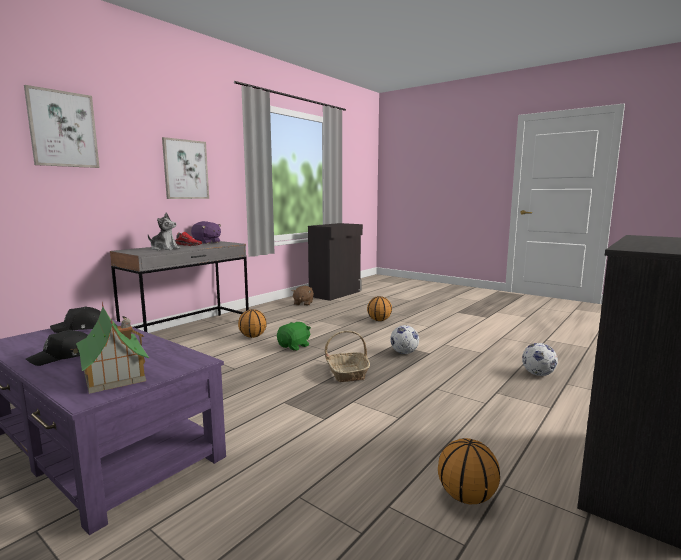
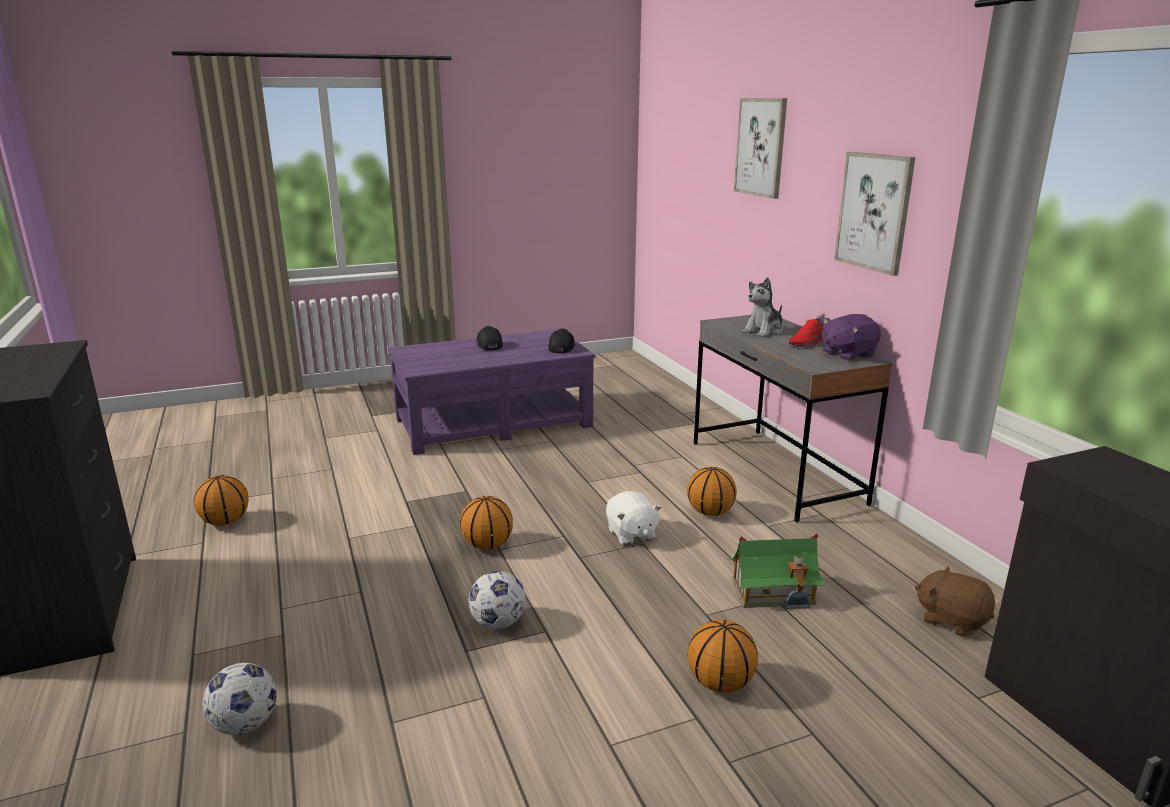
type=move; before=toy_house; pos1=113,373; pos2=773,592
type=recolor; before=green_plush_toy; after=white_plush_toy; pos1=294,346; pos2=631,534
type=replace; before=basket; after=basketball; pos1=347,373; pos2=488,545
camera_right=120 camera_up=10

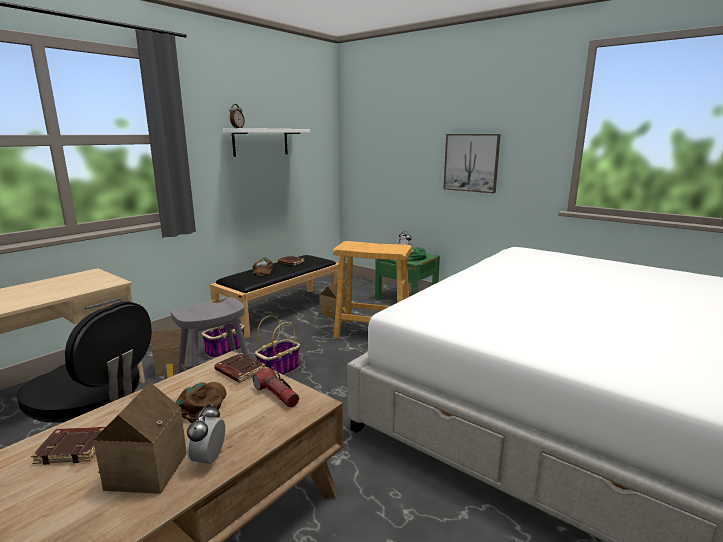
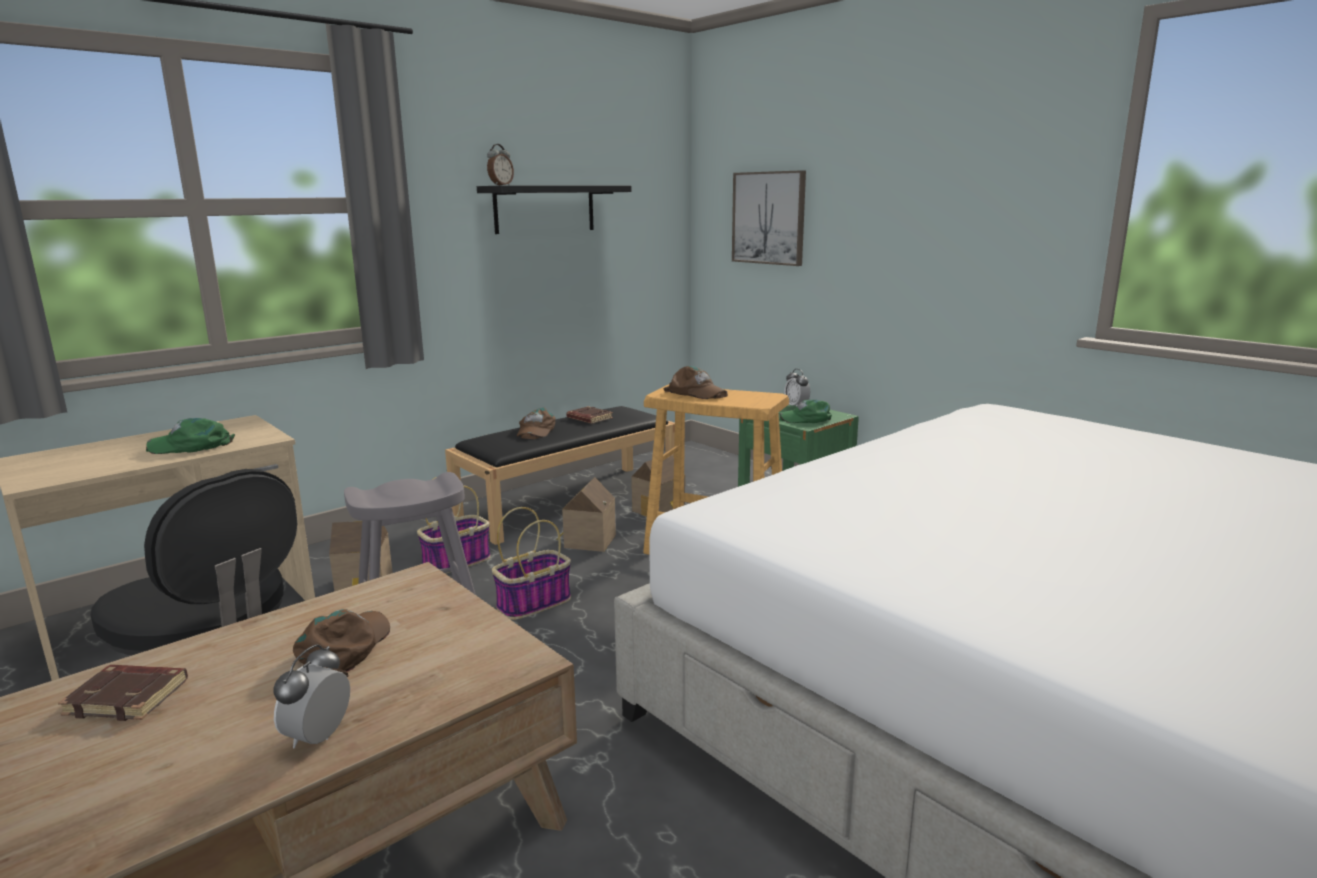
type=recolor; before=white_shelf; after=black_shelf; pos1=260,142; pos2=545,209
type=move; before=picture; pos1=471,162; pos2=769,218
type=delete; before=brown_book; pos1=239,371
type=delete; before=flashlight; pos1=276,394
type=move; before=toy_house; pos1=143,471; pos2=587,541
type=insert; after=brown_cap; pos2=696,392
type=insert; after=green_cap; pos2=191,446
camera_right=10 camera_up=0

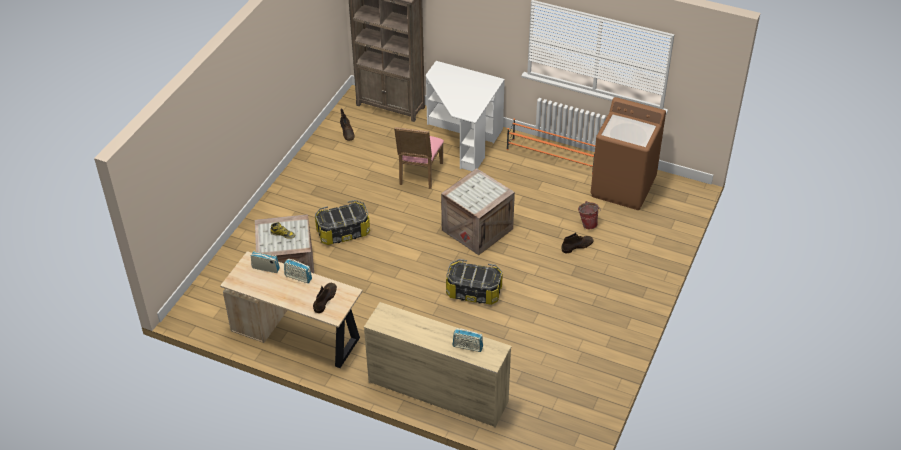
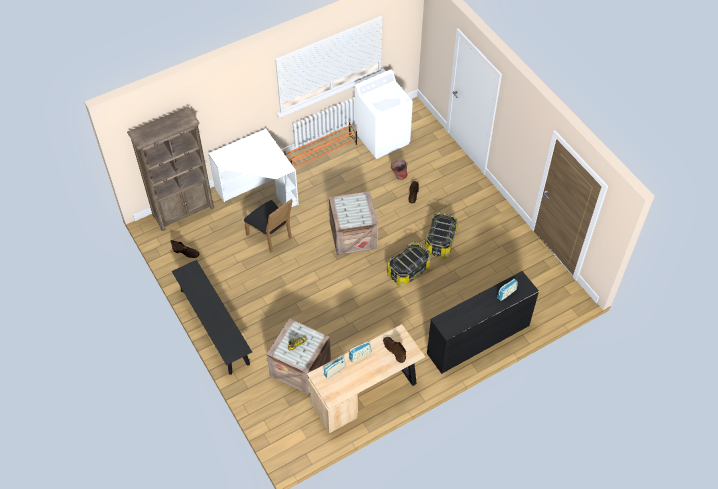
type=recolor; before=brown_washing_machine; after=white_washing_machine; pos1=623,187; pos2=382,138
type=recolor; before=pink_chair; after=black_chair; pos1=418,175; pos2=271,236
type=move; before=storage_box; pos1=343,232; pos2=440,241
type=recolor; before=beige_dresser; after=black_dresser; pos1=438,391; pos2=477,339
type=insert; after=black_bench; pos2=214,326
camera_right=-55 camera_up=10

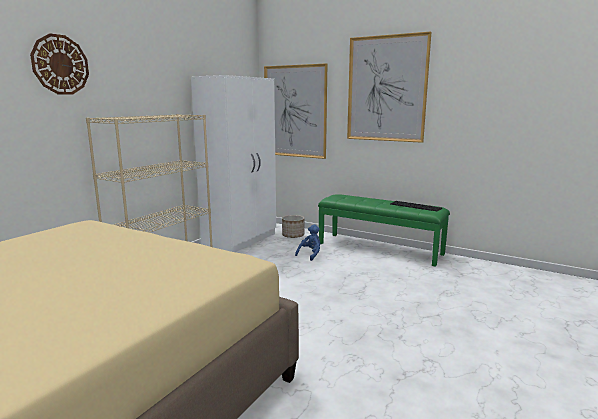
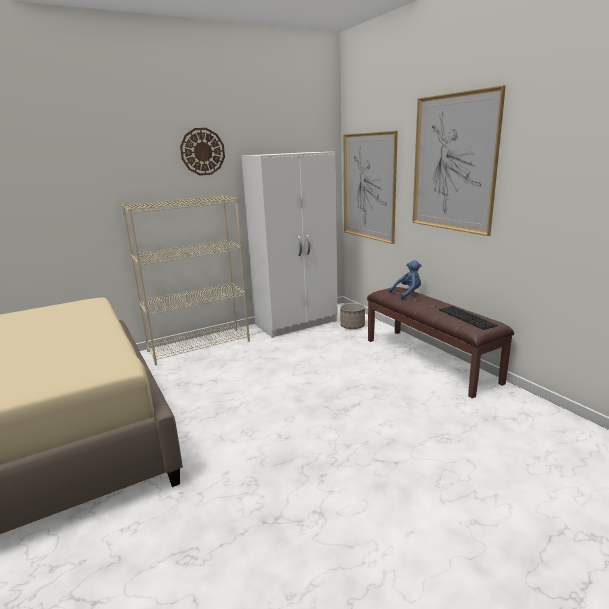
type=move; before=wall_clock; pos1=60,65; pos2=202,151
type=recolor; before=green_bench; after=brown_bench; pos1=380,248; pos2=430,360
type=move; before=blue_plush_toy; pos1=310,254; pos2=407,294
camera_right=30 camera_up=5

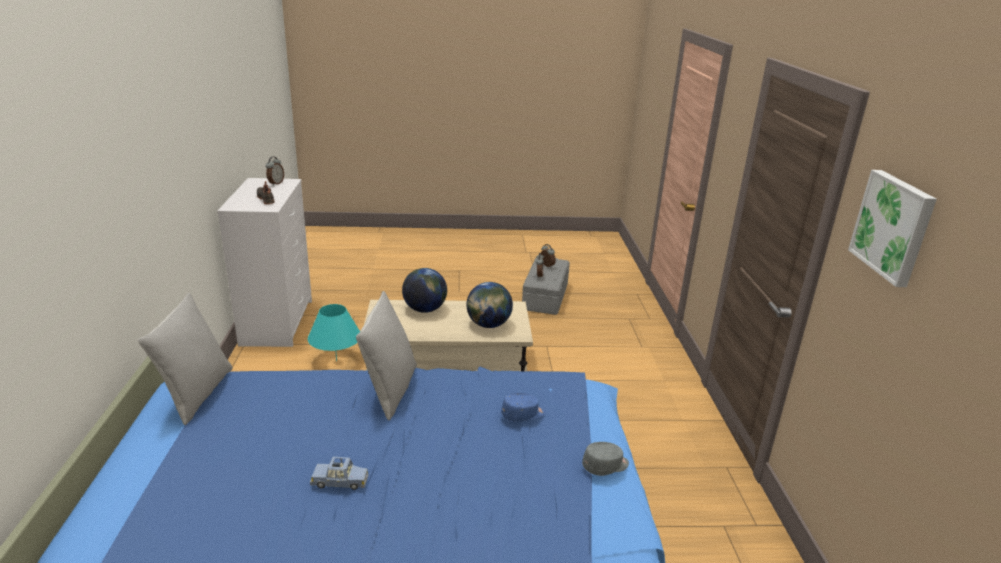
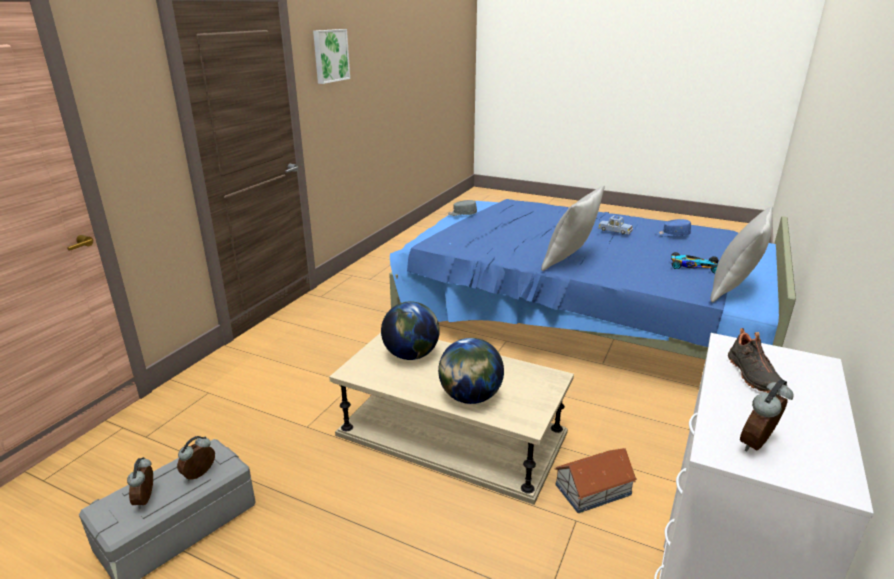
type=replace; before=turquoise_table_lamp; after=toy_house; pos1=336,361; pos2=594,489
type=move; before=blue_cap; pos1=523,415; pos2=673,234
type=insert; after=toy_car; pos2=692,266
camera_right=-150 camera_up=0

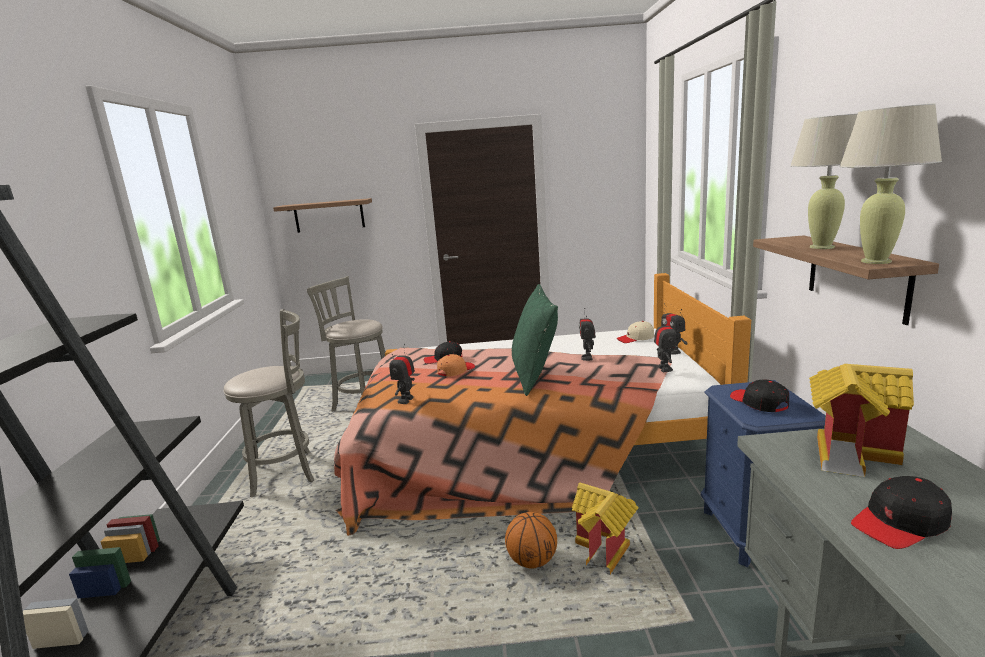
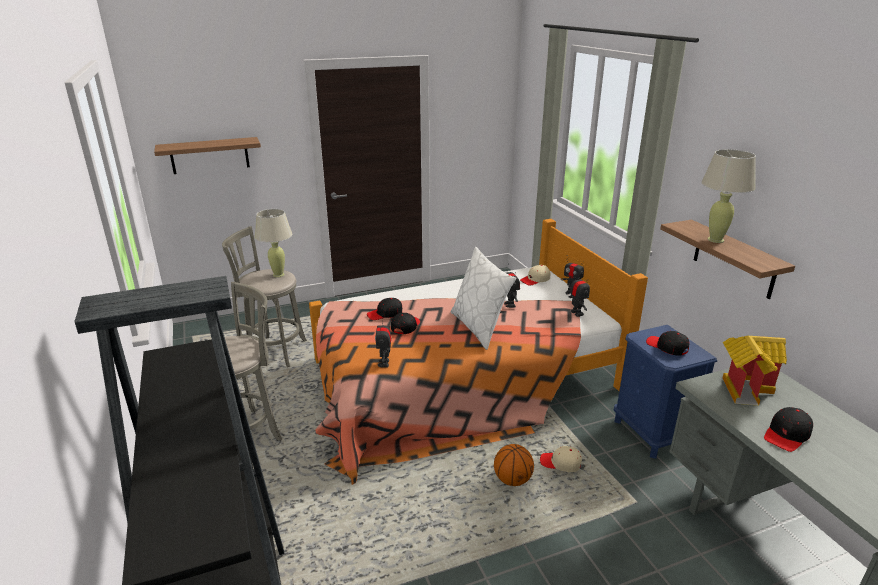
type=move; before=beige_table_lamp; pos1=875,261; pos2=278,275
type=recolor; before=green_pillow; after=white_pillow; pos1=535,375; pos2=479,327
type=recolor; before=orange_cap; after=black_cap; pos1=455,371; pos2=405,326
type=replace; before=toy_house; after=beige_cap; pos1=605,551; pos2=560,463
camera_right=-20 camera_up=10

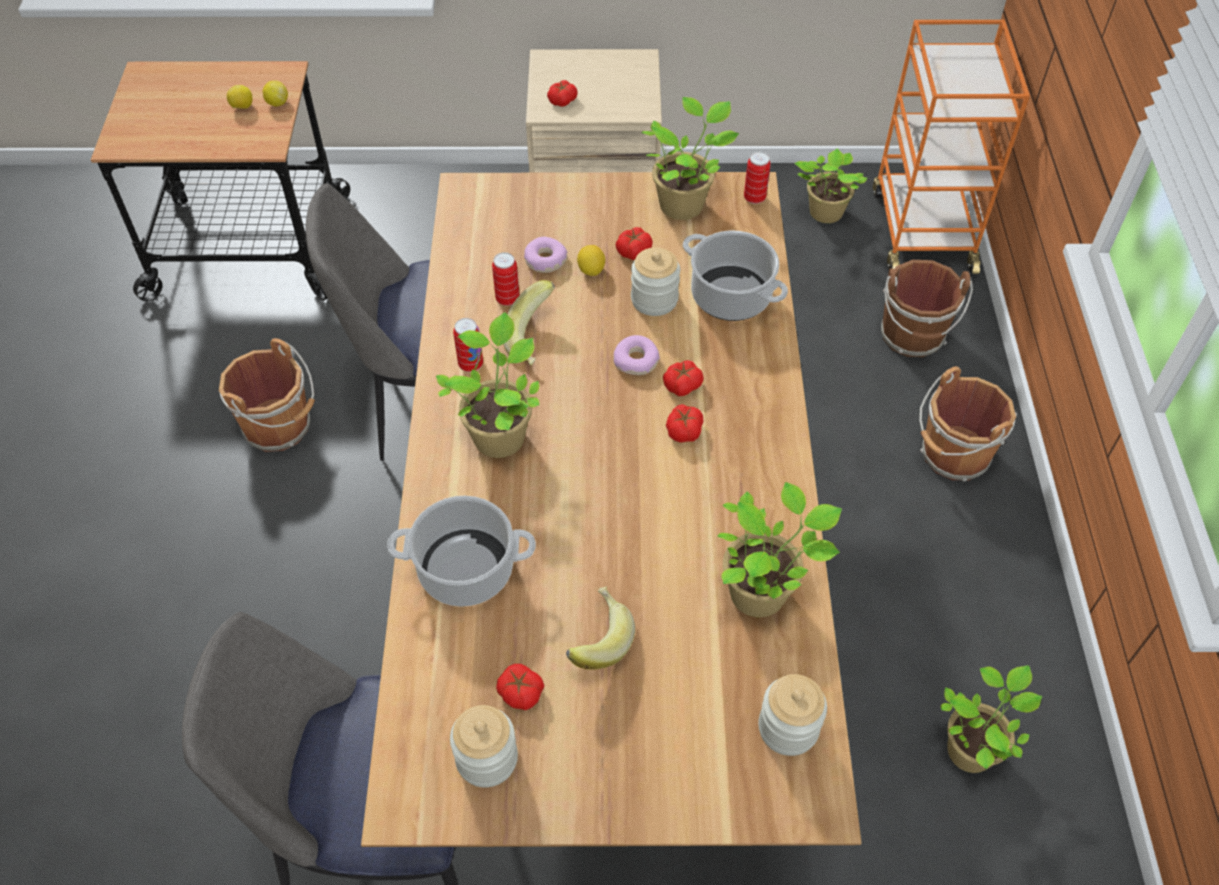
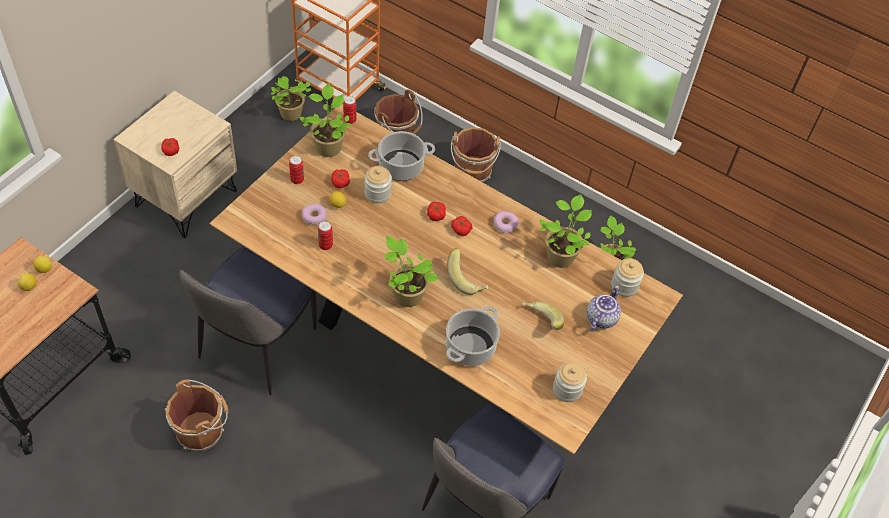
type=move; before=banana; pos1=535,339; pos2=467,279
type=move; before=can; pos1=471,364; pos2=297,180
type=move; before=donut; pos1=636,361; pos2=505,224
type=delete; before=tomato; pos1=520,693
type=insert; after=teapot; pos2=600,318
camera_right=-60 camera_up=0

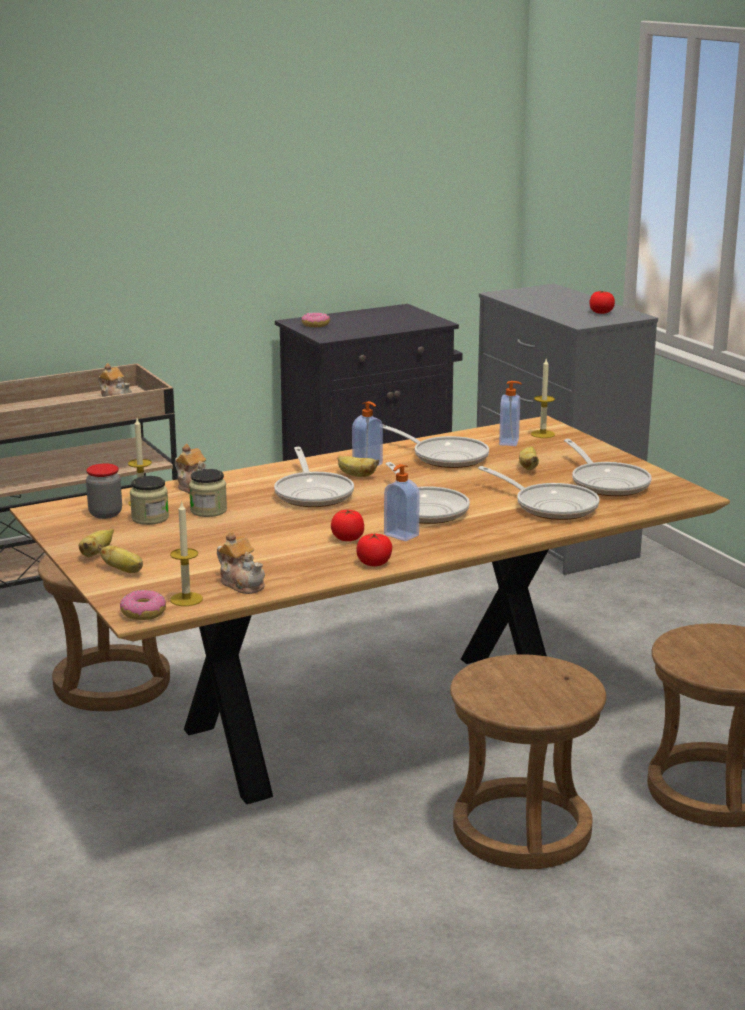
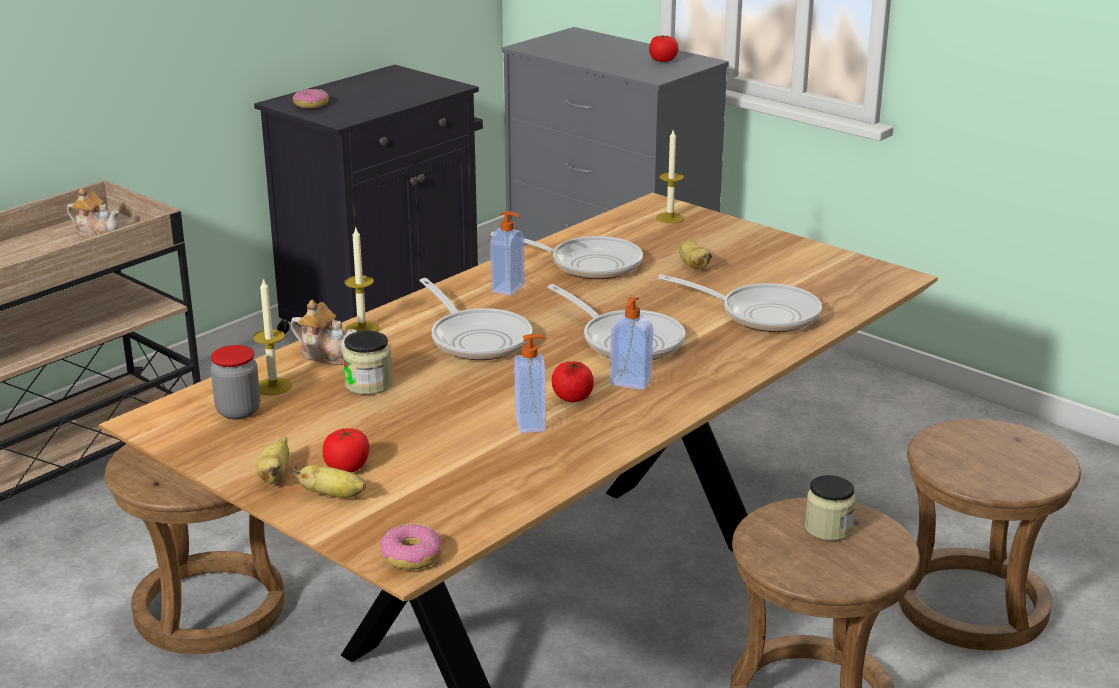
type=move; before=soap_dispenser; pos1=510,442; pos2=531,423
type=delete; before=frying_pan; pos1=607,483
type=delete; before=banana; pos1=355,475
type=move; before=jar; pos1=150,518; pos2=828,528
type=move; before=candle; pos1=186,599; pos2=362,329
type=delete; before=teapot; pos1=242,583
type=move; before=tomato; pos1=374,563; pos2=347,467
camera_right=-20 camera_up=5

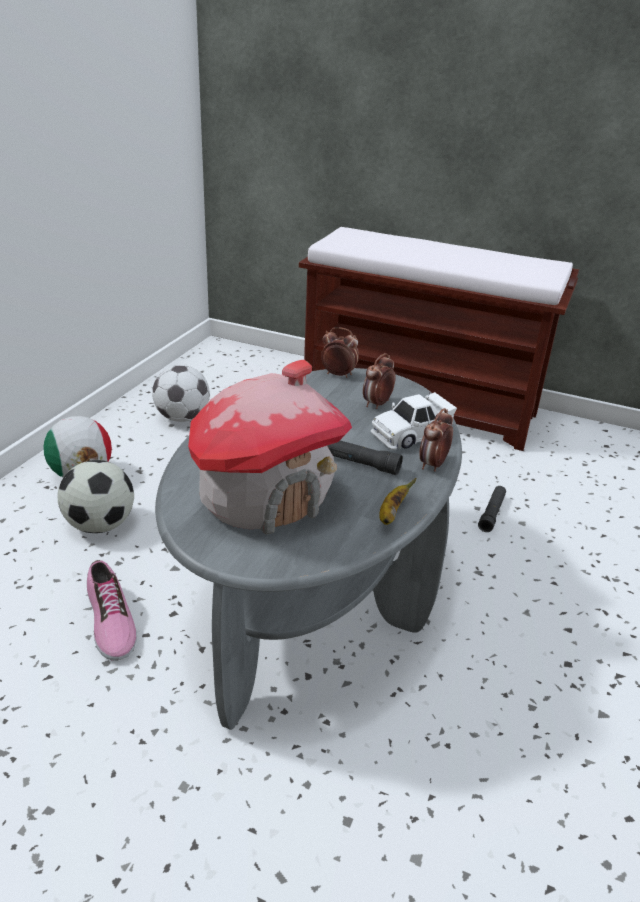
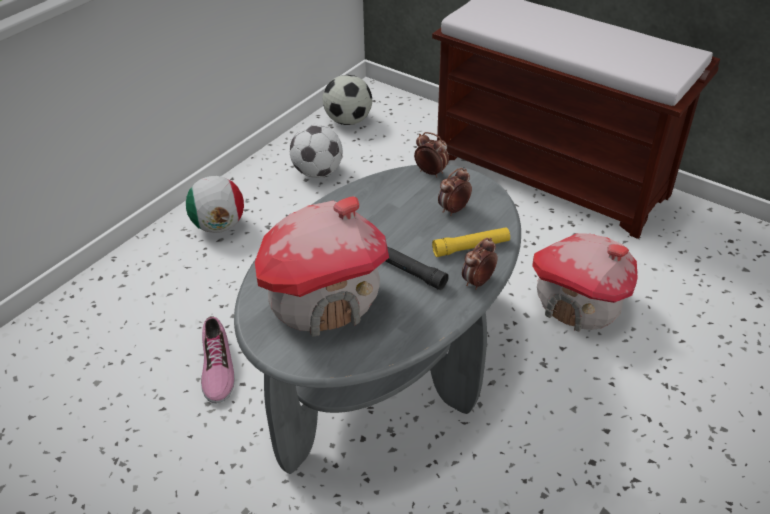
type=replace; before=white_toy_car; after=yellow_flashlight; pos1=411,435; pos2=471,247
type=move; before=football; pos1=100,524; pos2=348,120
type=delete; before=banana; pos1=391,514
type=replace; before=black_flashlight; after=toy_house; pos1=492,513; pos2=579,305
camera_right=15 camera_up=10

